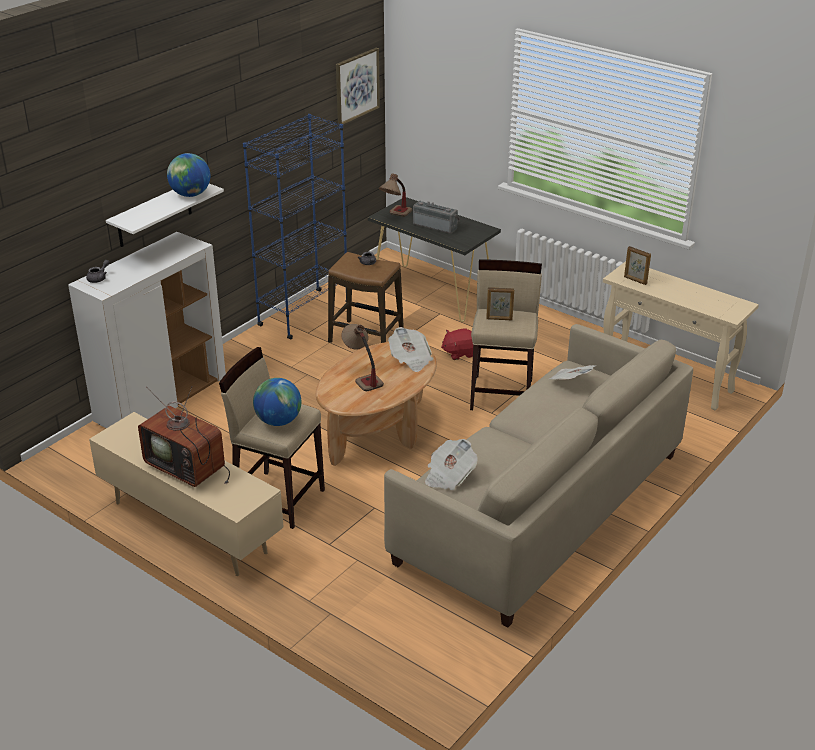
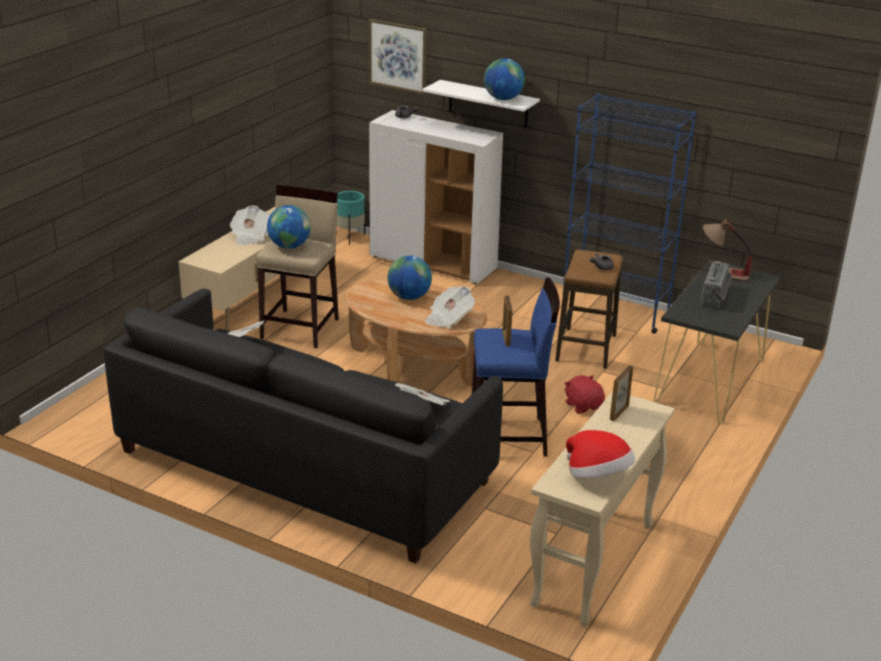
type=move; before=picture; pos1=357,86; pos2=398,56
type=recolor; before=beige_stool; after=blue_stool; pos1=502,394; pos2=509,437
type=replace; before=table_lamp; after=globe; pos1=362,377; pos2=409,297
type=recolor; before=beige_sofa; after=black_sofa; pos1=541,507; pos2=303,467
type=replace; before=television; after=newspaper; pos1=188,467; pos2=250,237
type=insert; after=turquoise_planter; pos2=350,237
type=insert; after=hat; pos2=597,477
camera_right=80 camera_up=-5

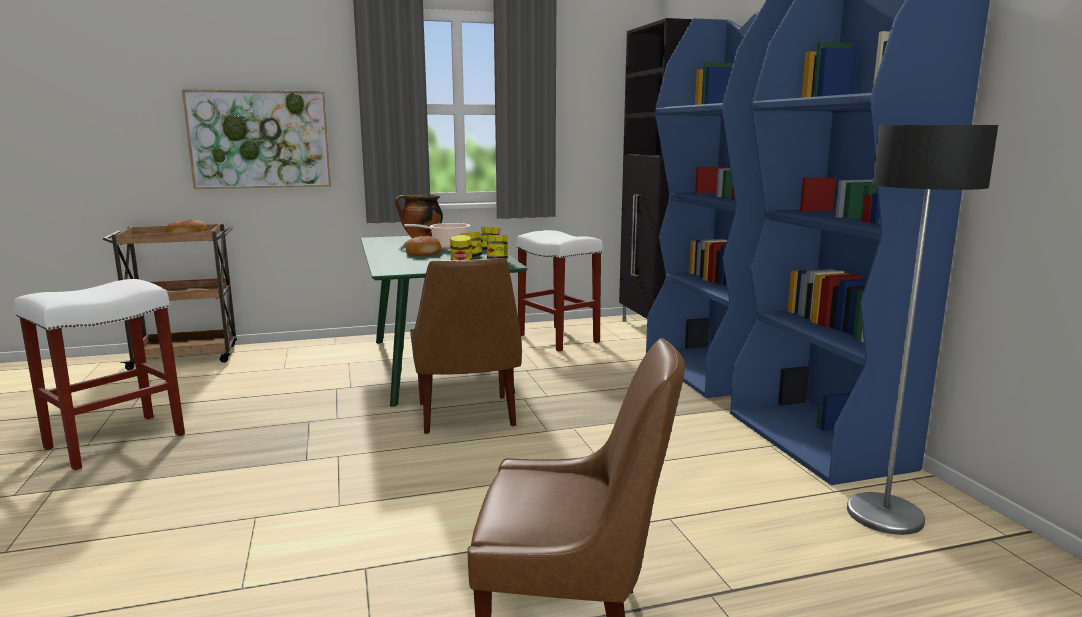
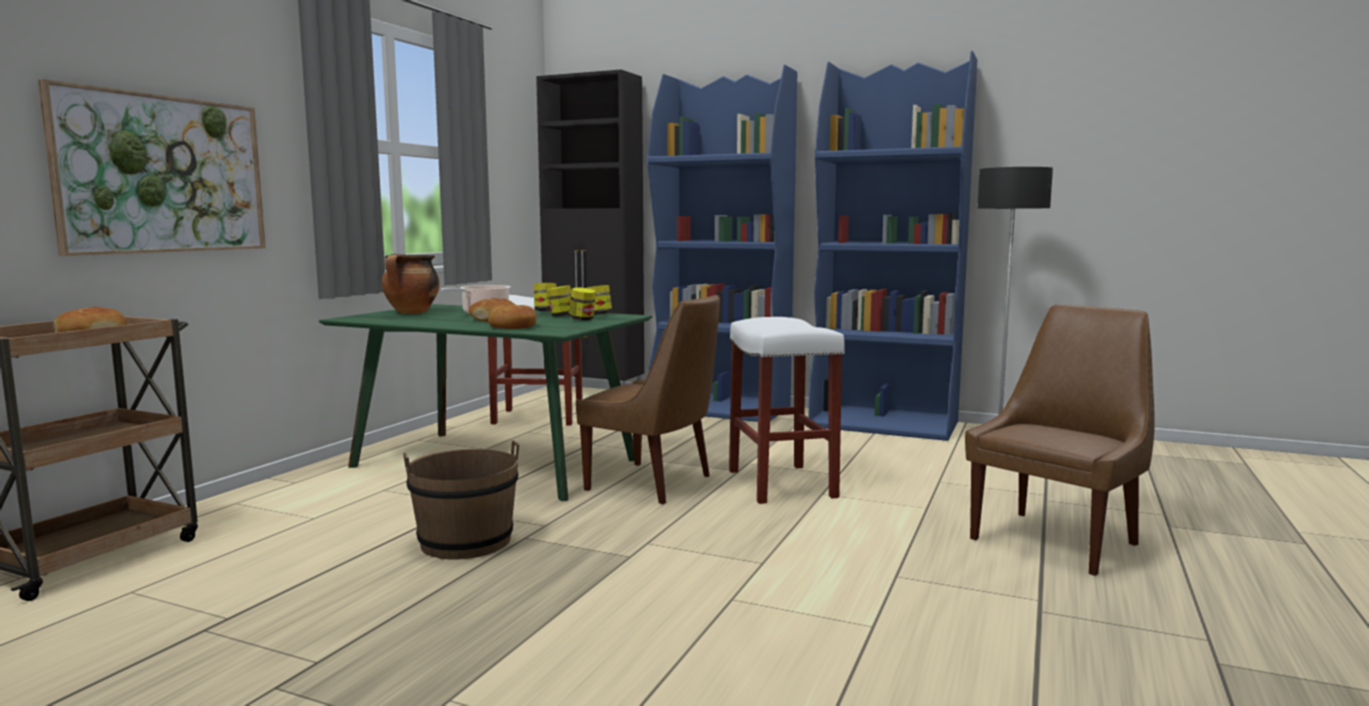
type=move; before=white_stool; pos1=117,440; pos2=780,483
type=insert; after=bread; pos2=512,327
type=insert; after=brown_bucket; pos2=466,542
camera_right=-50 camera_up=-5

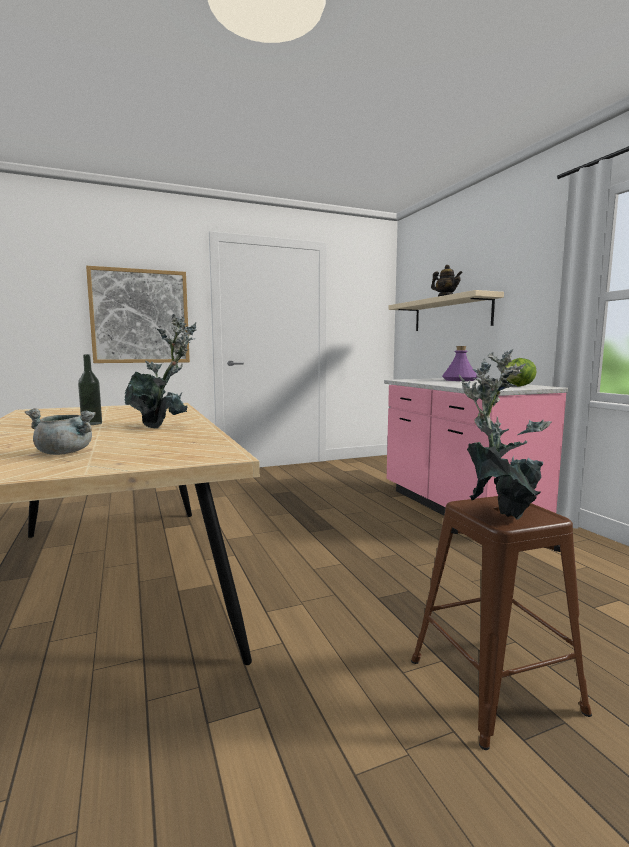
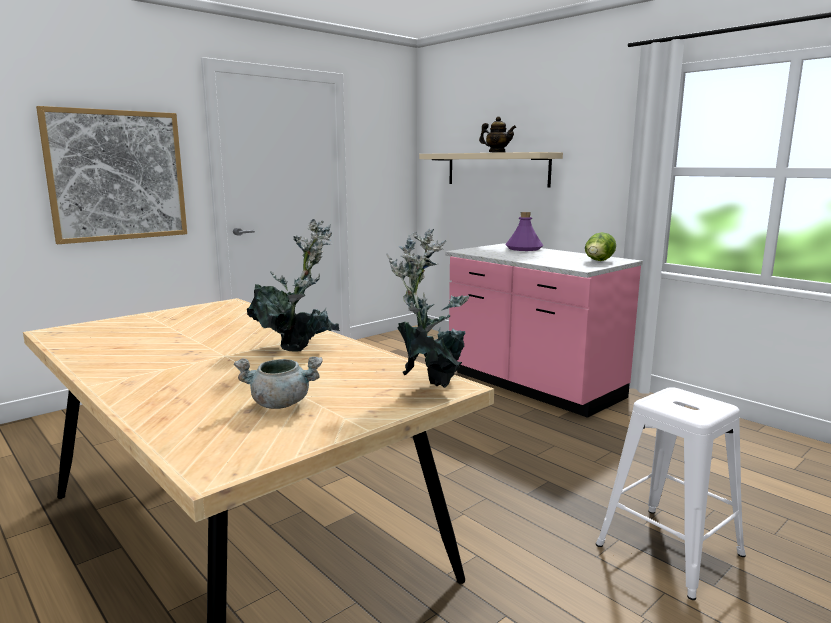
type=move; before=potted_plant; pos1=499,513; pos2=429,383
type=delete; before=bottle; pos1=91,423
type=recolor; before=brown_stool; after=white_stool; pos1=491,684; pos2=667,549
camera_right=-20 camera_up=5

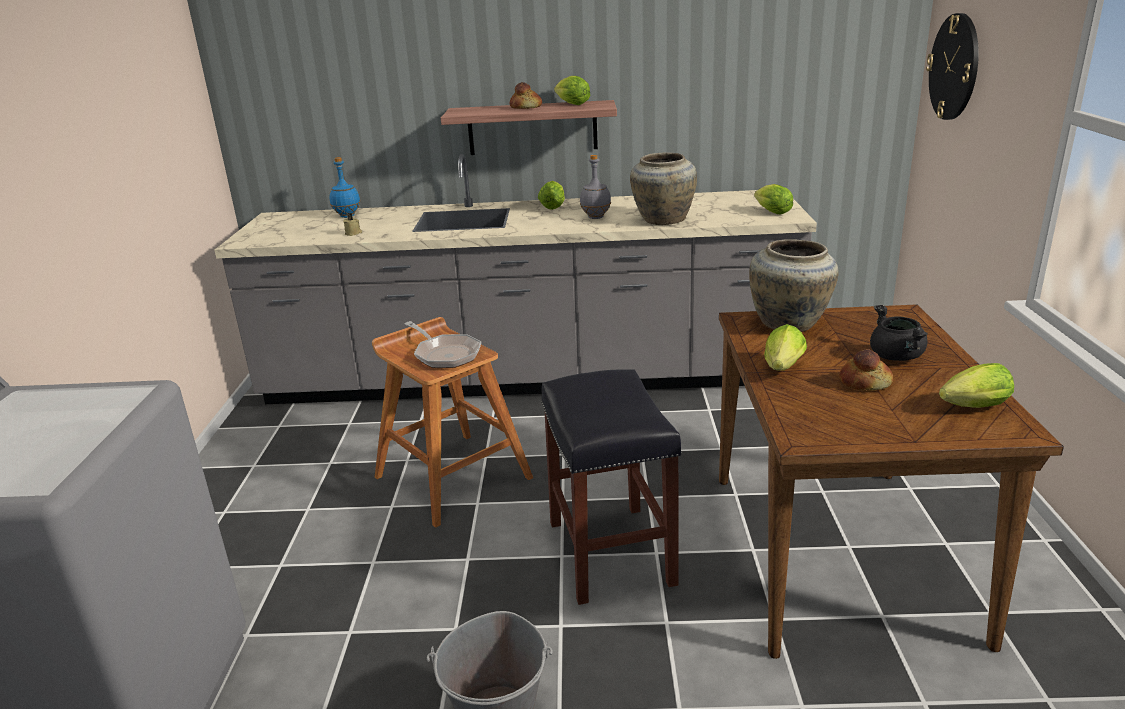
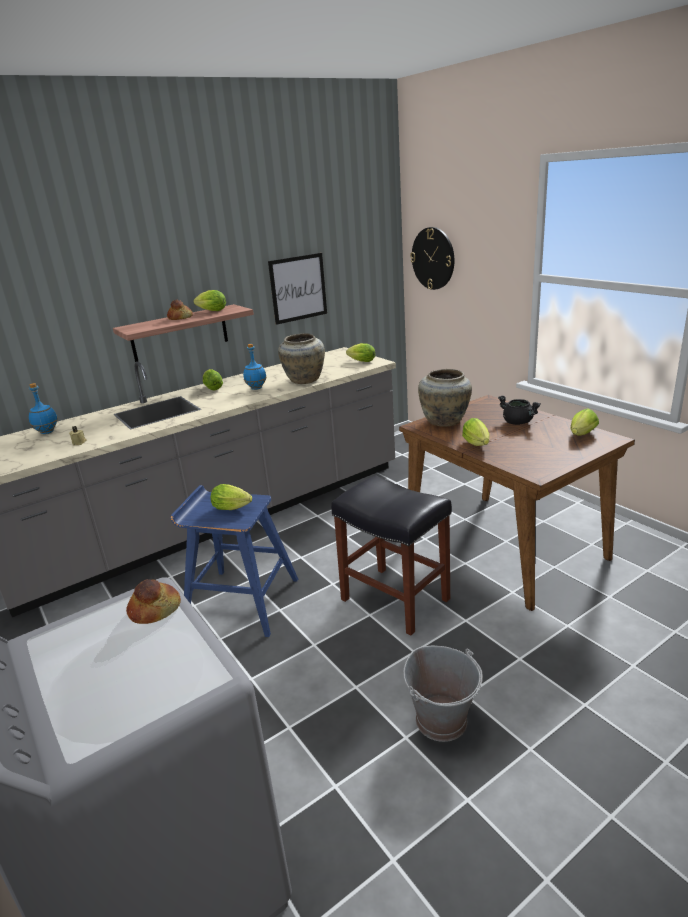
type=recolor; before=grey_bottle; after=blue_bottle; pos1=596,217; pos2=256,388
type=recolor; before=brown_stool; after=blue_stool; pos1=452,476; pos2=241,601
type=replace; before=frying_pan; after=lettuce; pos1=445,354; pos2=233,508
type=move; before=bread; pos1=864,382; pos2=155,609
type=insert; after=picture; pos2=298,288
camera_right=-35 camera_up=0

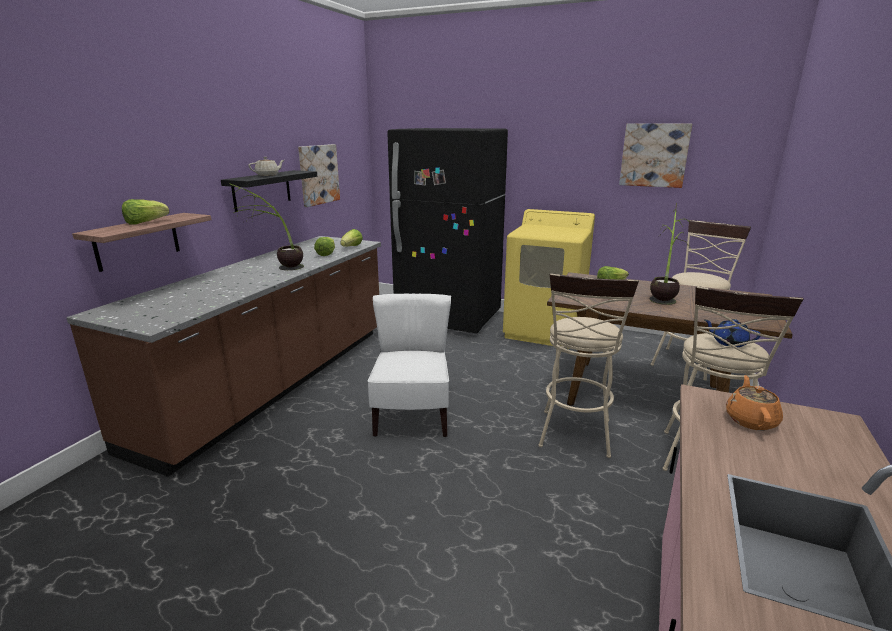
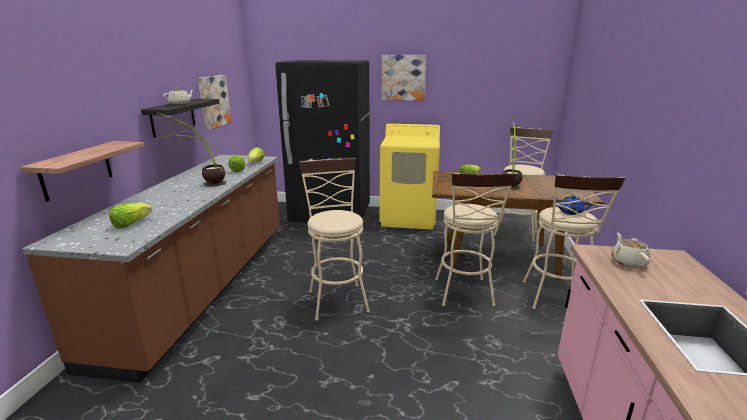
type=move; before=picture; pos1=654,155; pos2=403,77
type=move; before=lettuce; pos1=145,223; pos2=131,224
type=replace; before=white_chair; after=beige_stool; pos1=412,417; pos2=336,298
type=recolor; before=orange_teapot; after=beige_teapot; pos1=750,420; pos2=628,262
camera_right=-15 camera_up=0

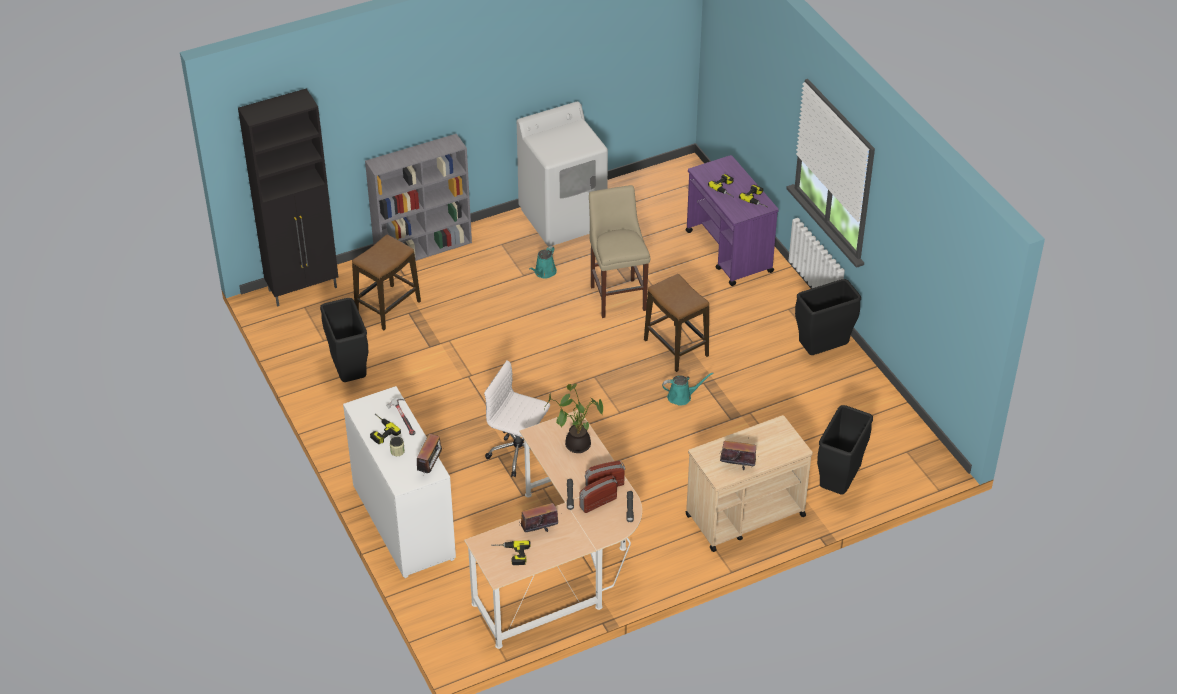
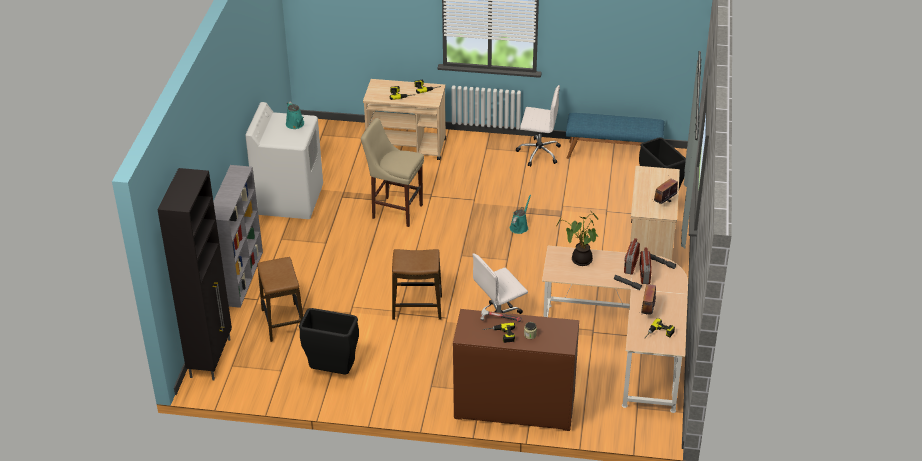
type=recolor; before=purple_cart; after=beige_cart; pos1=729,252; pos2=407,147
type=move; before=turquoise_watering_can; pos1=544,272; pos2=296,125
type=move; before=stool; pos1=675,348; pos2=417,308
type=replace; before=black_trash_can; after=white_office_chair; pos1=823,351; pos2=538,153
type=recolor; before=white_dresser; after=brown_dresser; pos1=403,522; pos2=514,408
type=delete; before=radio; pos1=430,466
type=insert; after=blue_bench; pos2=613,153
camera_right=-55 camera_up=-5

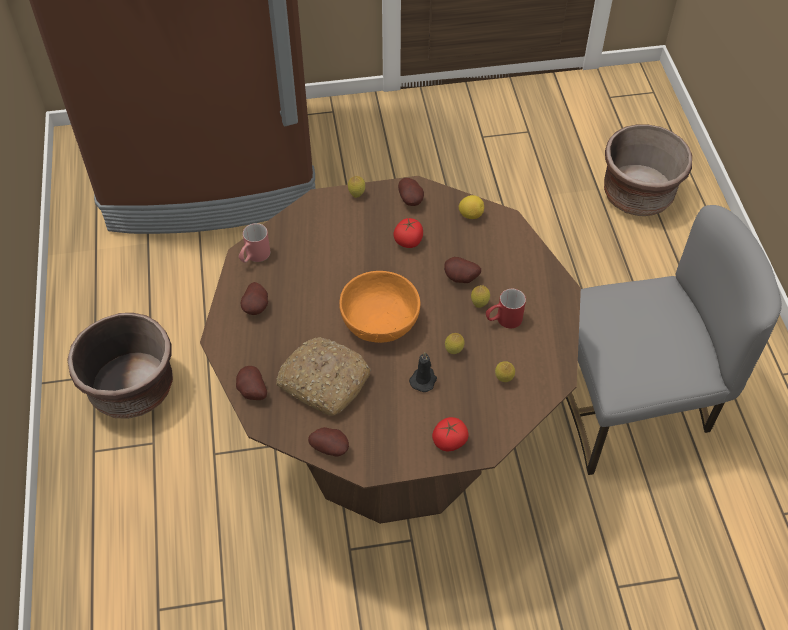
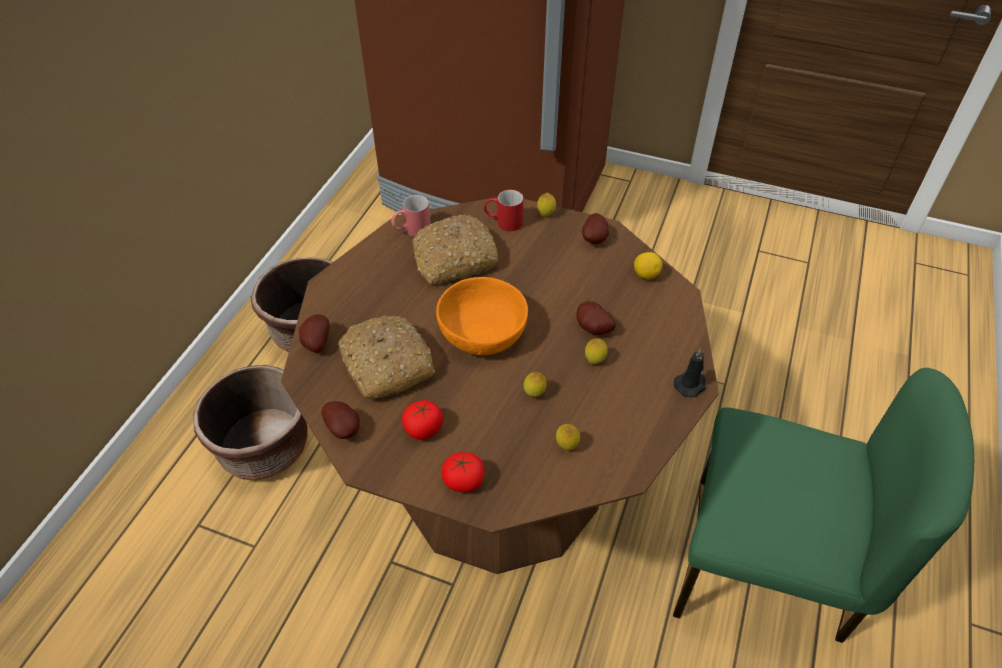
type=move; before=brown_planter; pos1=637,194; pos2=264,448
type=recolor; before=grey_chair; after=green_chair; pos1=632,405; pos2=765,569
type=move; before=tomato; pos1=408,241; pos2=423,429
type=delete; before=potato; pos1=257,307
type=move; before=red_mug; pos1=503,320; pos2=503,222
type=move; before=black_candle; pos1=424,379; pos2=690,385
type=insert; after=bread; pos2=454,260
camera_right=30 camera_up=-5

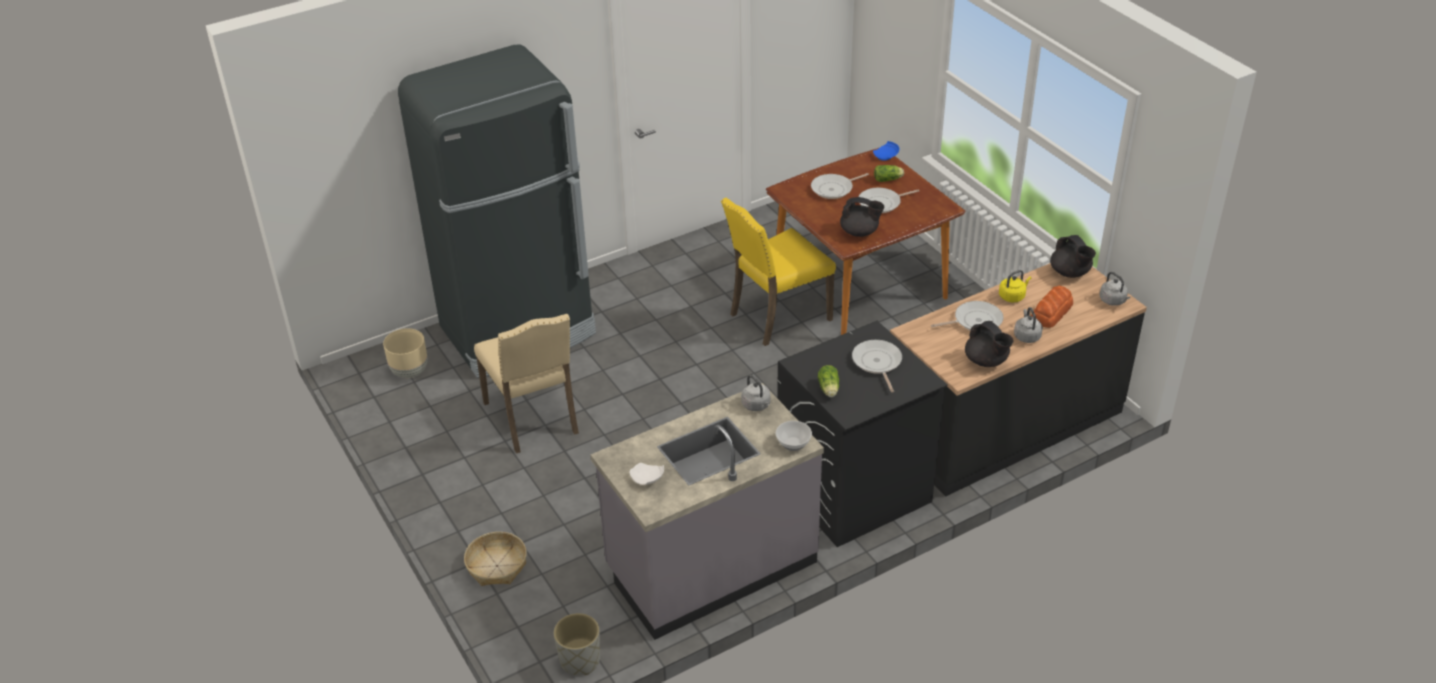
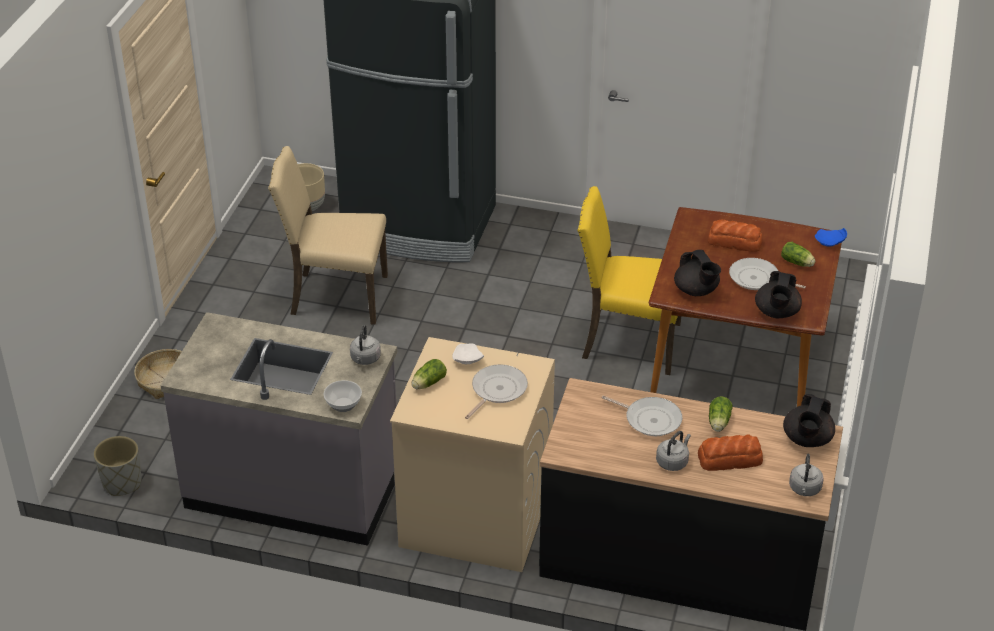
type=replace; before=frying_pan; after=bread; pos1=834,189; pos2=735,242
type=replace; before=yellow_kettle; after=lettuce; pos1=1012,296; pos2=718,423
type=rotate; before=beige_chair; pos1=534,418; pos2=336,296; turn=75
type=recolor; before=black_washing_machine; after=beige_washing_machine; pos1=853,491; pos2=475,516
type=move; before=black_teapot; pos1=986,361; pos2=776,313
type=move; before=white_plate; pos1=647,479; pos2=467,360
camera_right=45 camera_up=0

